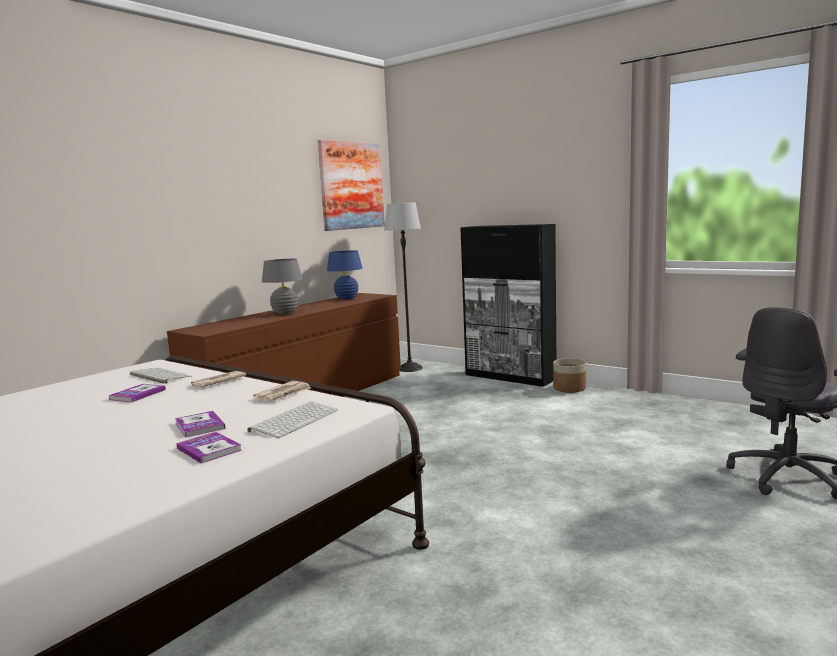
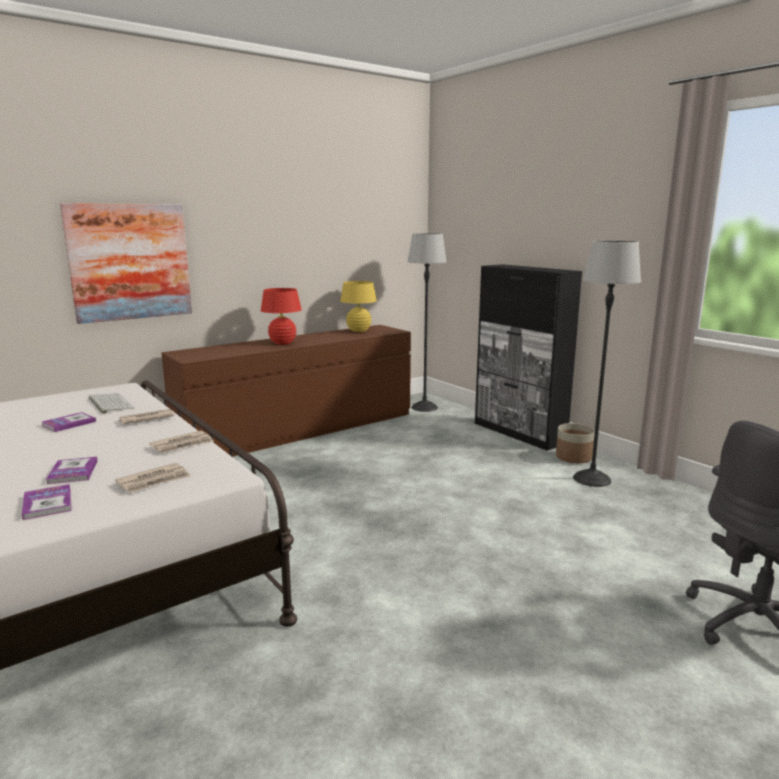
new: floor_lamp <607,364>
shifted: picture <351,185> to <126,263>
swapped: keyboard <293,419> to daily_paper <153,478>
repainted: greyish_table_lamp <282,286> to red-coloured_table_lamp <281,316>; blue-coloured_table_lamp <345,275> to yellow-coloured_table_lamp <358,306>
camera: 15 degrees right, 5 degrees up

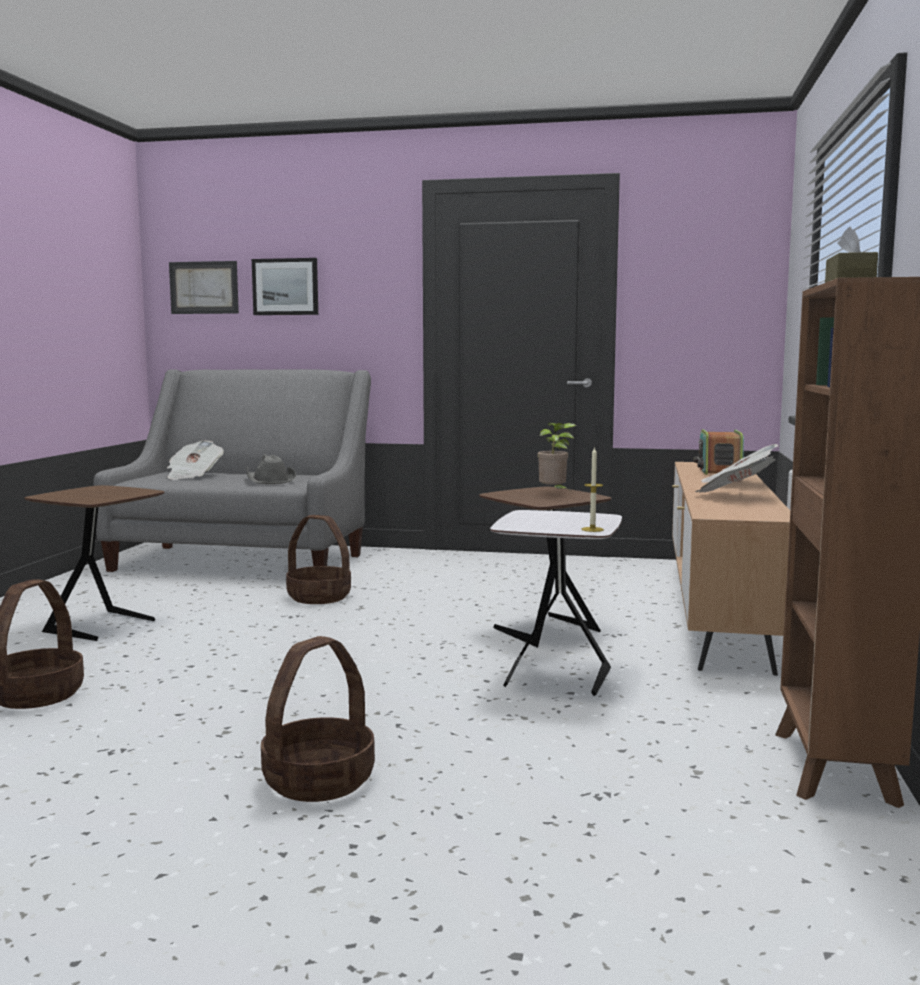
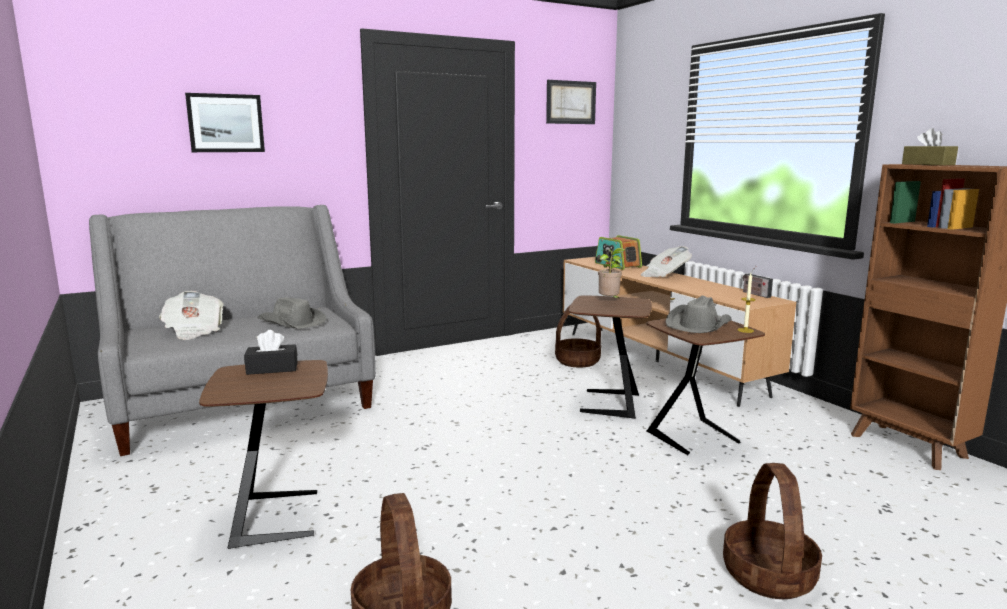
gone: daily_paper <735,474>
new: black_box_of_tissues <271,352>; greyish_clothing_hat <698,314>; radio_receiver <758,282>
shifted: picture <204,287> to <571,102>; storage_basket <318,559> to <578,336>
repainted: white-coloured_side_table <556,603> to brown_side_table <705,386>
camera: 40 degrees left, 5 degrees up

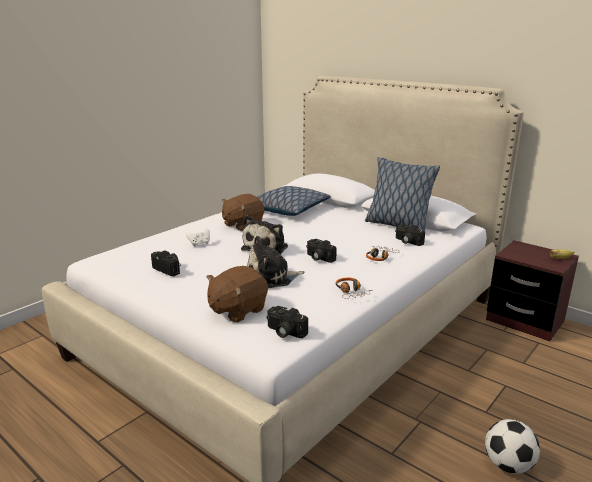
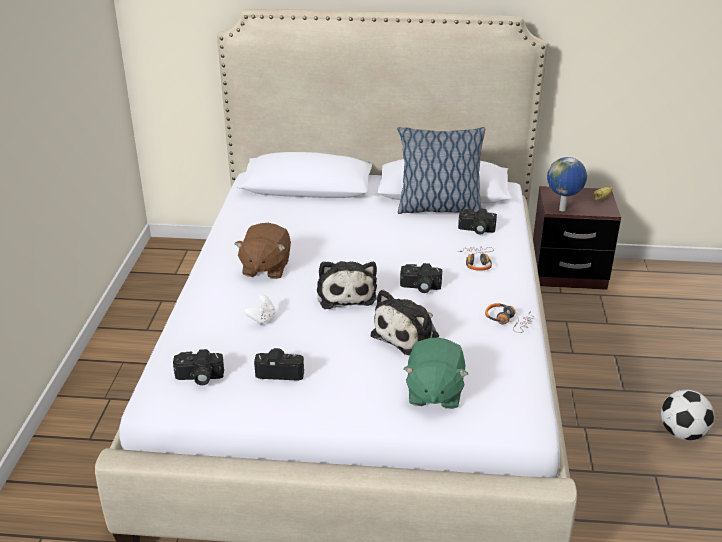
gone: cushion <294,201>
new: desk_globe <567,184>
shifted: still_camera <287,322> to <198,367>
repainted: brown_cuddly_toy <237,294> to greenish_cuddly_toy <435,373>
camera: 35 degrees left, 10 degrees up

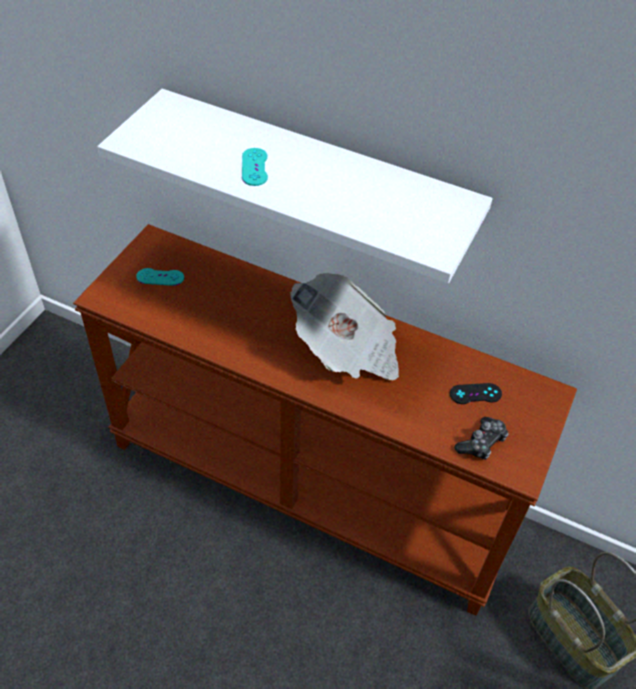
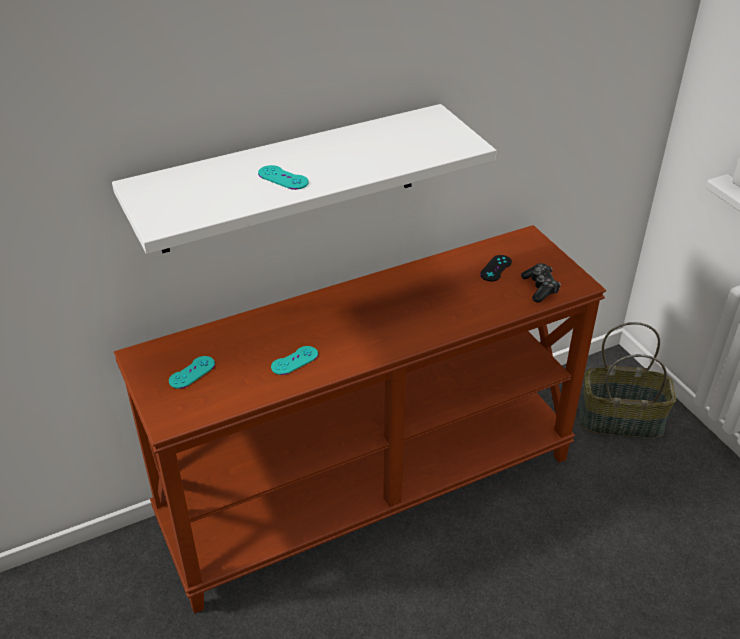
gone: daily_paper <344,326>
new: turquoise-coloured_gamepad <294,360>
camera: 50 degrees left, 10 degrees down

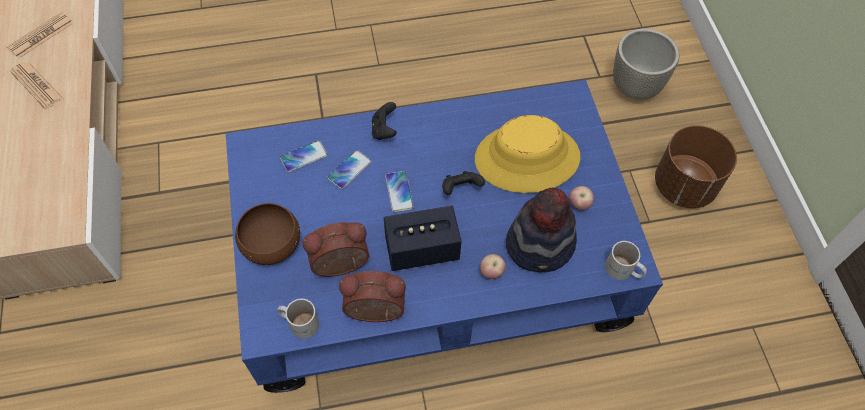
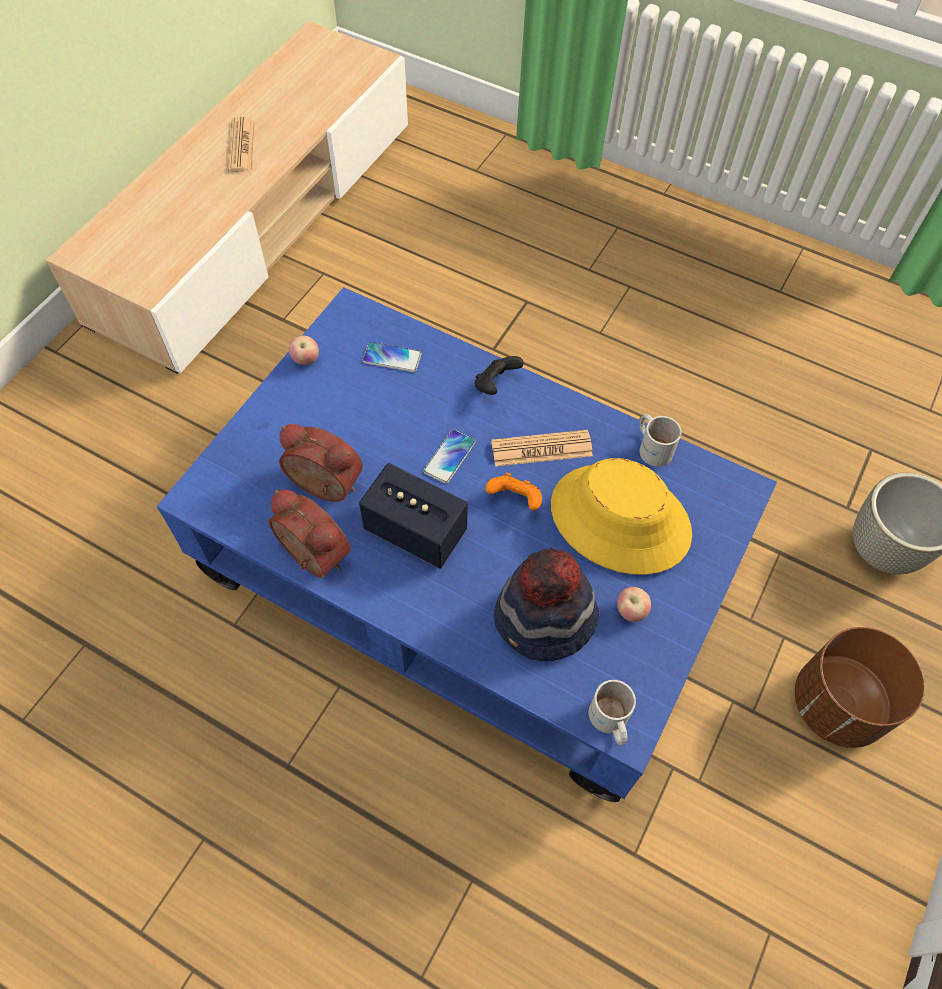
gone: brown_bowl <267,234>; phone <349,169>
shifted: apple_fruit <493,266> to <304,350>; daily_paper <40,35> to <542,448>; white-coloured_mug <298,319> to <660,440>
repainted: black_gamepad <463,183> to orange_gamepad <513,491>
camera: 40 degrees right, 0 degrees up

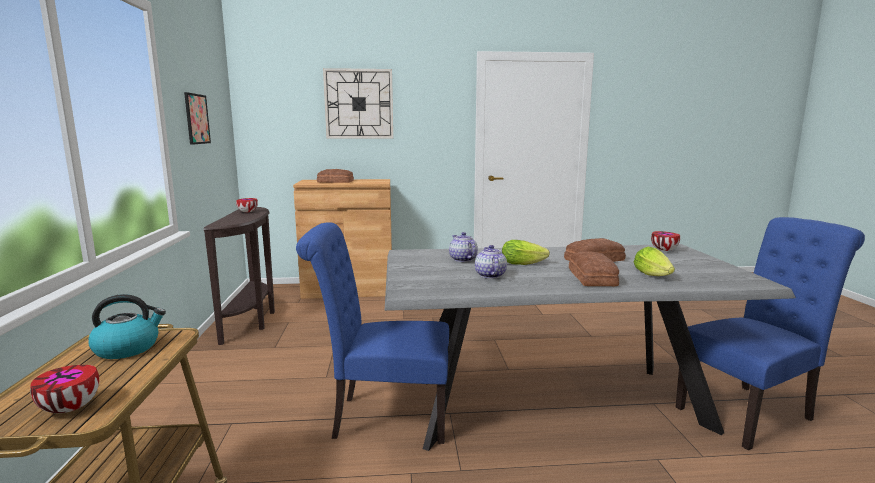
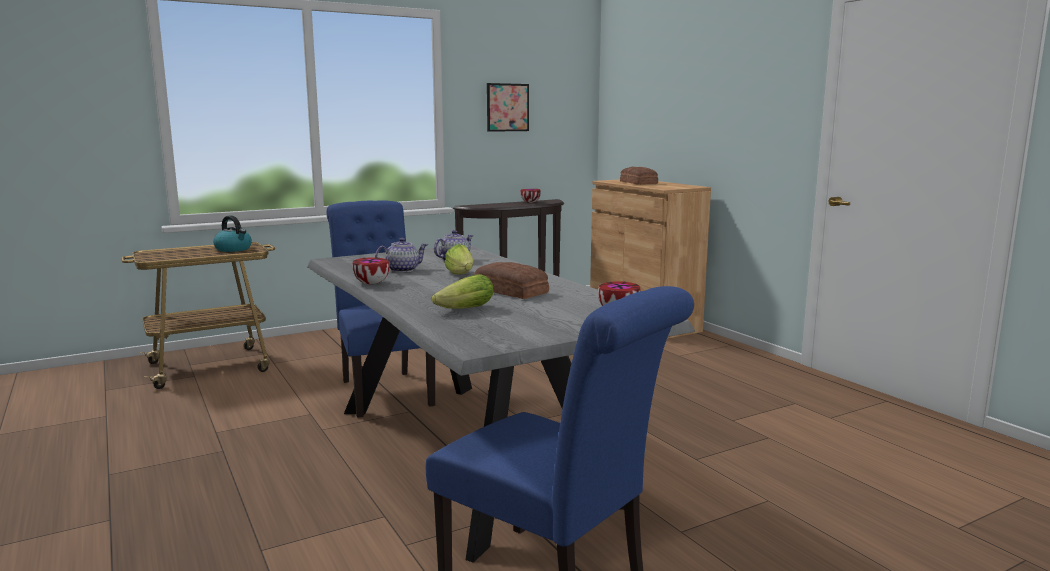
gone: hanging_clock <358,103>; bread <594,269>
shifted: bowl <64,389> to <371,270>
camera: 65 degrees right, 0 degrees up

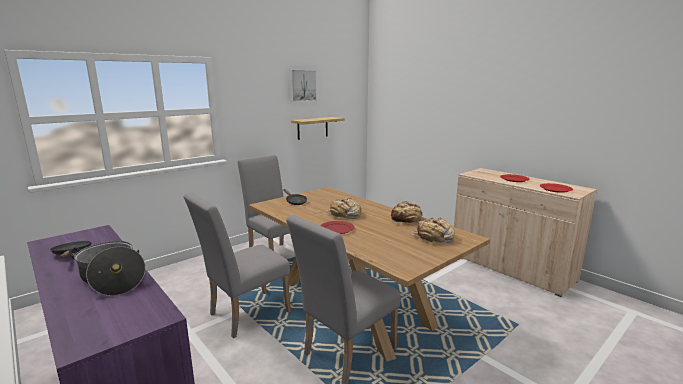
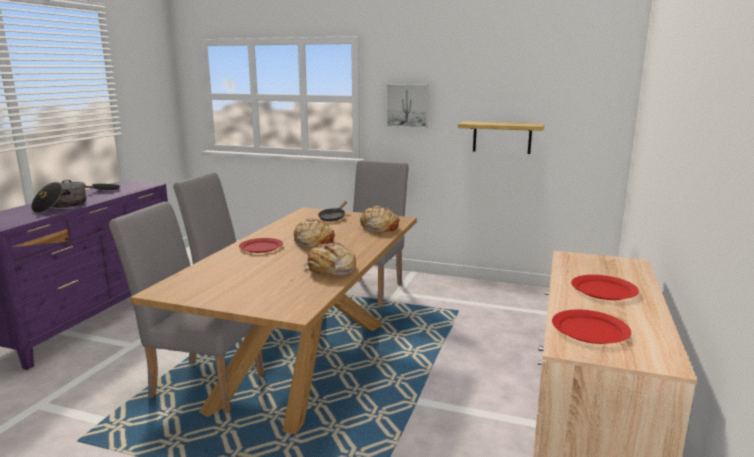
shifted: bread <433,230> to <380,219>; picture <303,86> to <407,106>
camera: 60 degrees right, 0 degrees up

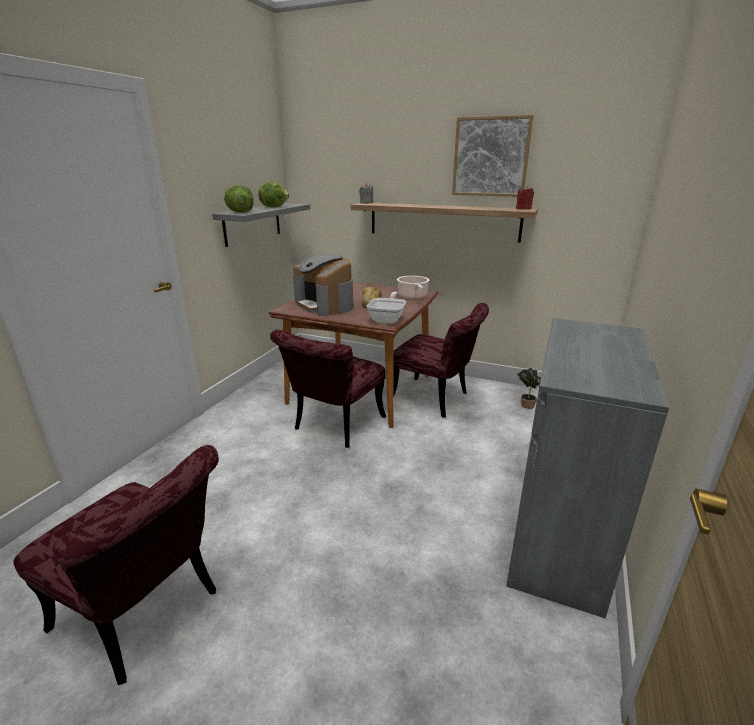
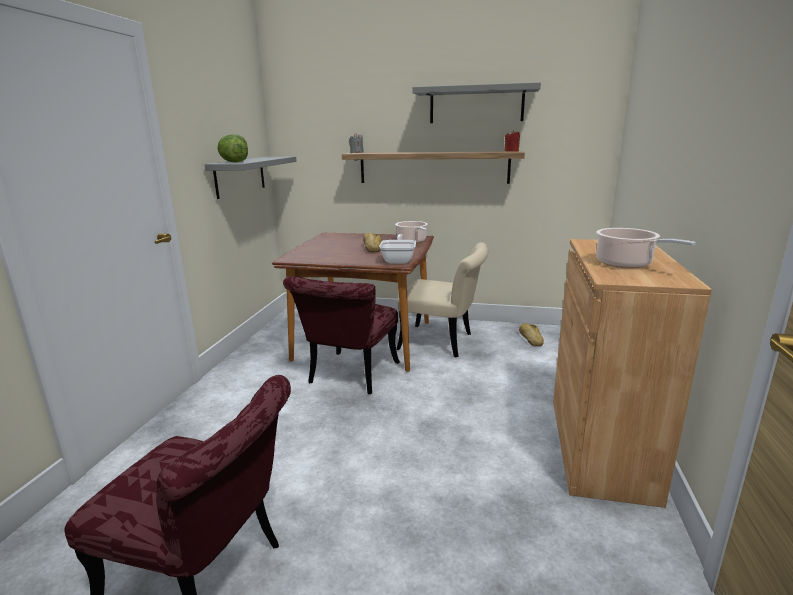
gone: lettuce_head <273,195>; coffee_brewer <323,285>
new: cooking_pot <646,248>
swapped: picture <492,156> to greyish_wall_shelf <477,102>; houseplant <529,388> to bread <531,334>
repainted: red-coloured_chair <441,360> to beige_chair <442,299>; greyish_storage_cabinet <587,468> to brown_storage_cabinet <632,373>
camera: 10 degrees left, 5 degrees down

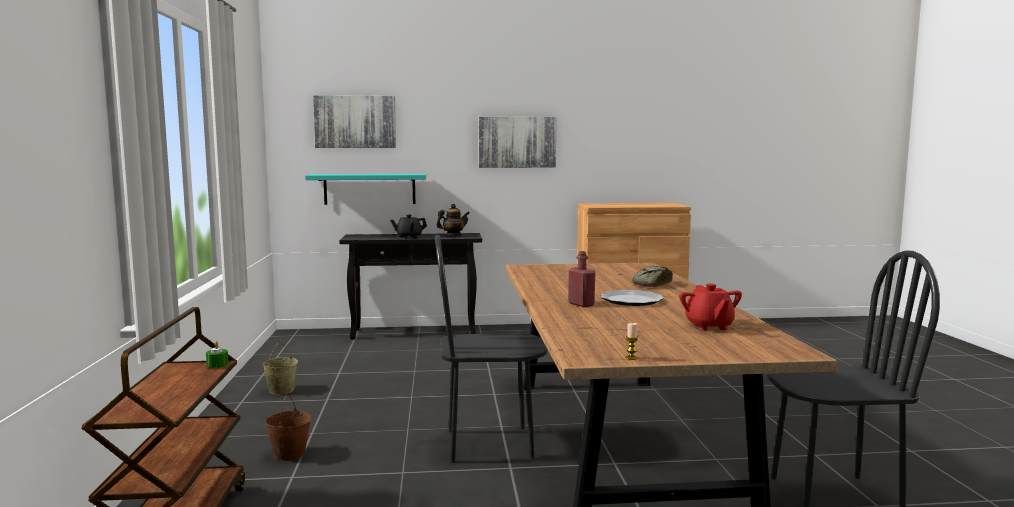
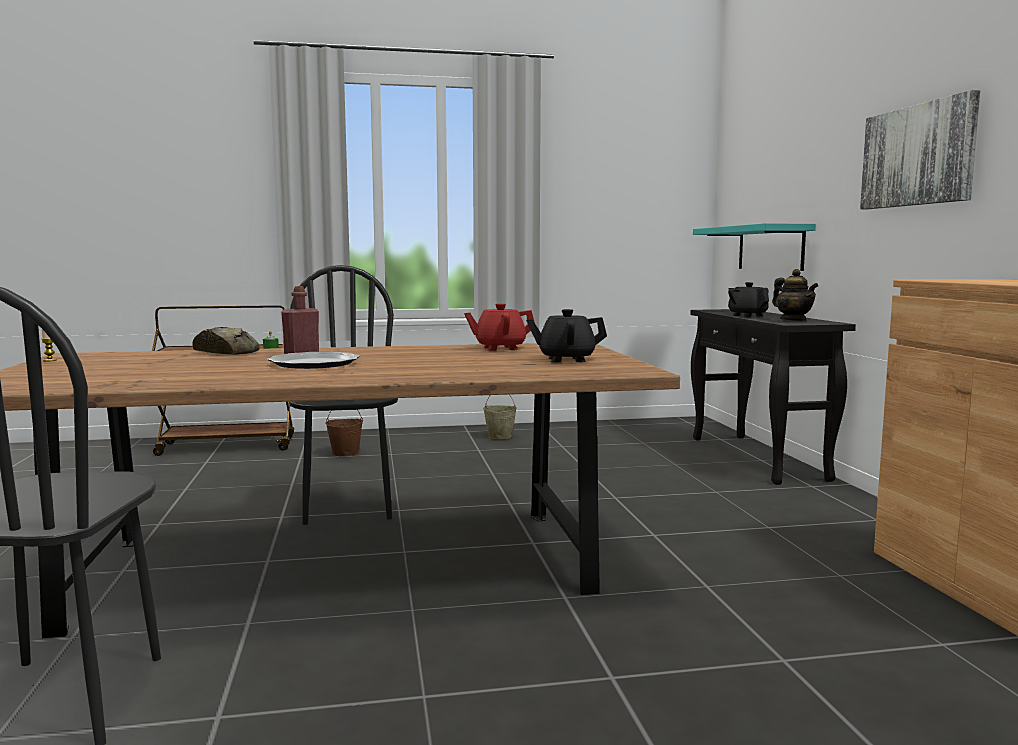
gone: picture <354,121>
new: black_teapot <566,336>
shifted: bread <653,276> to <226,341>; red-coloured_teapot <710,307> to <499,327>
camera: 85 degrees right, 0 degrees up

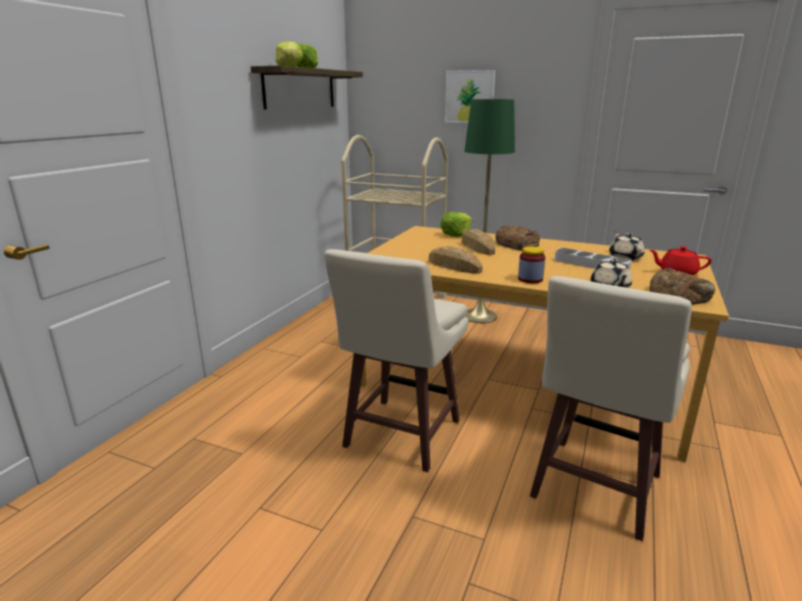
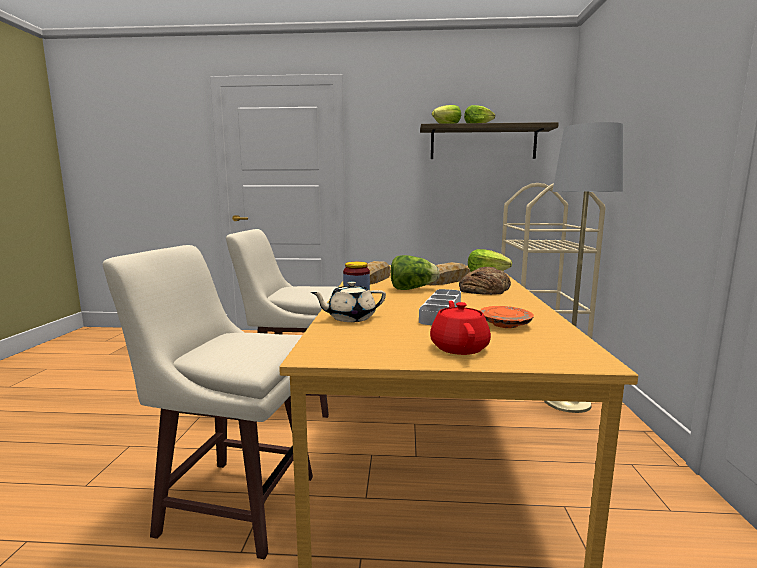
gone: picture <470,96>; bread <682,286>
new: lettuce_head <415,272>
swapped: beige_teapot <627,246> to orange_dinner_plate <506,317>
repainted: greenish_floor_lamp <489,210> to greyish_floor_lamp <583,267>
camera: 70 degrees right, 10 degrees down

